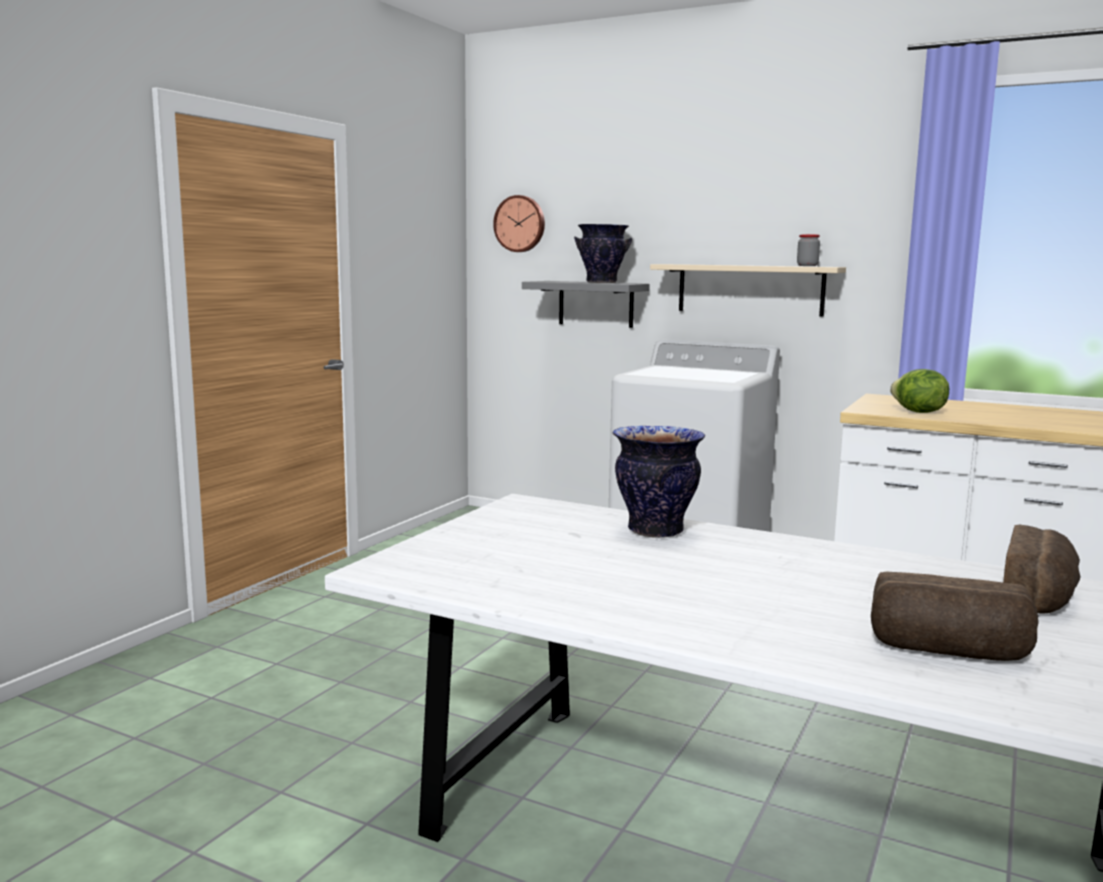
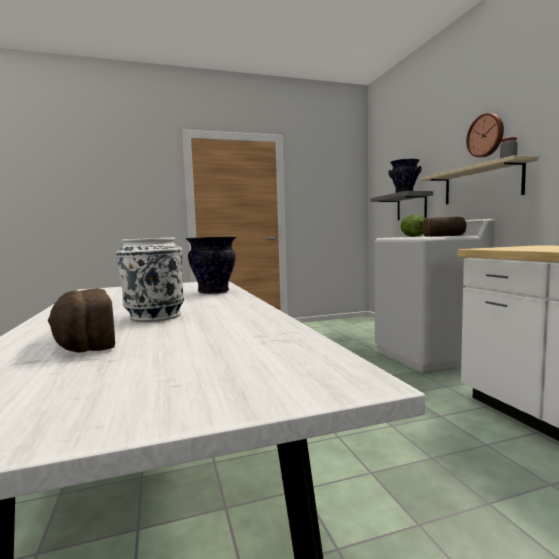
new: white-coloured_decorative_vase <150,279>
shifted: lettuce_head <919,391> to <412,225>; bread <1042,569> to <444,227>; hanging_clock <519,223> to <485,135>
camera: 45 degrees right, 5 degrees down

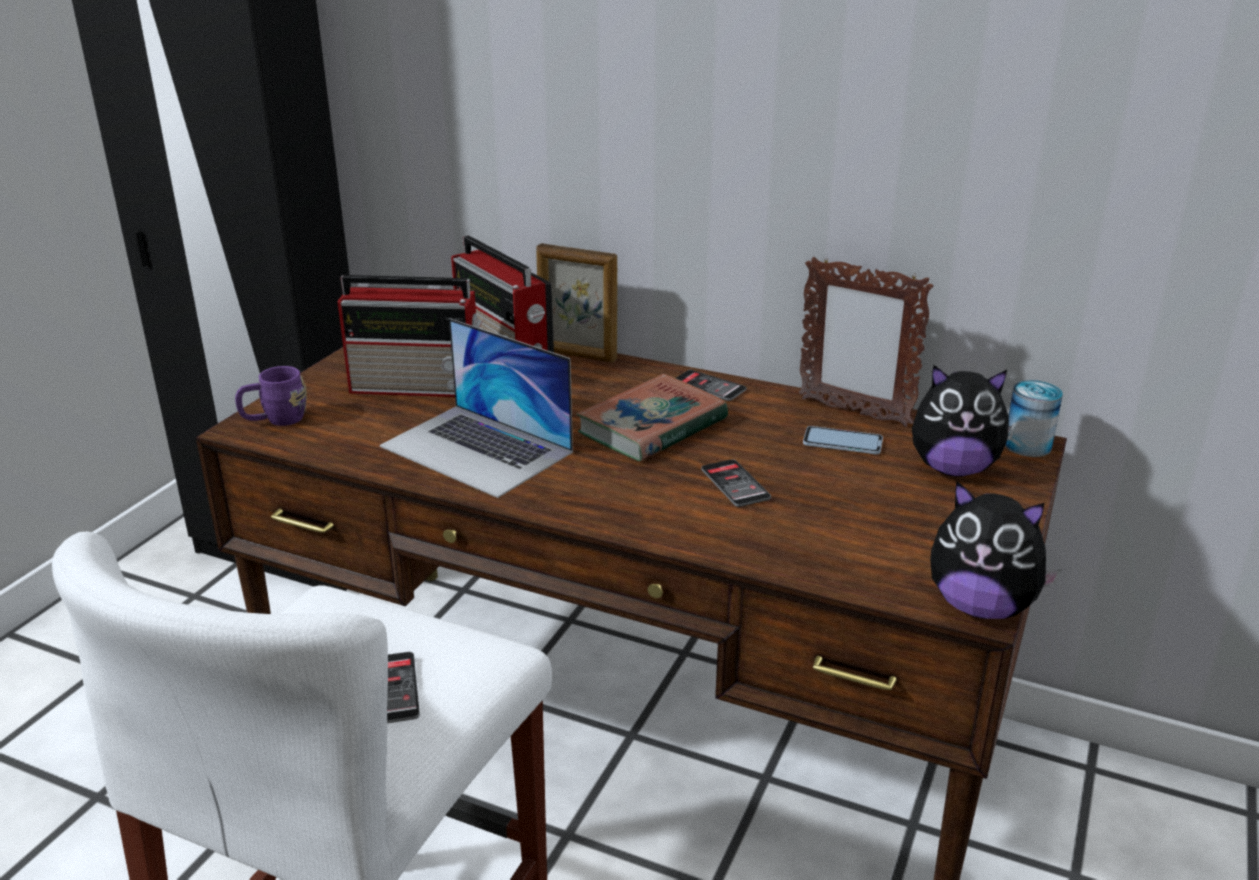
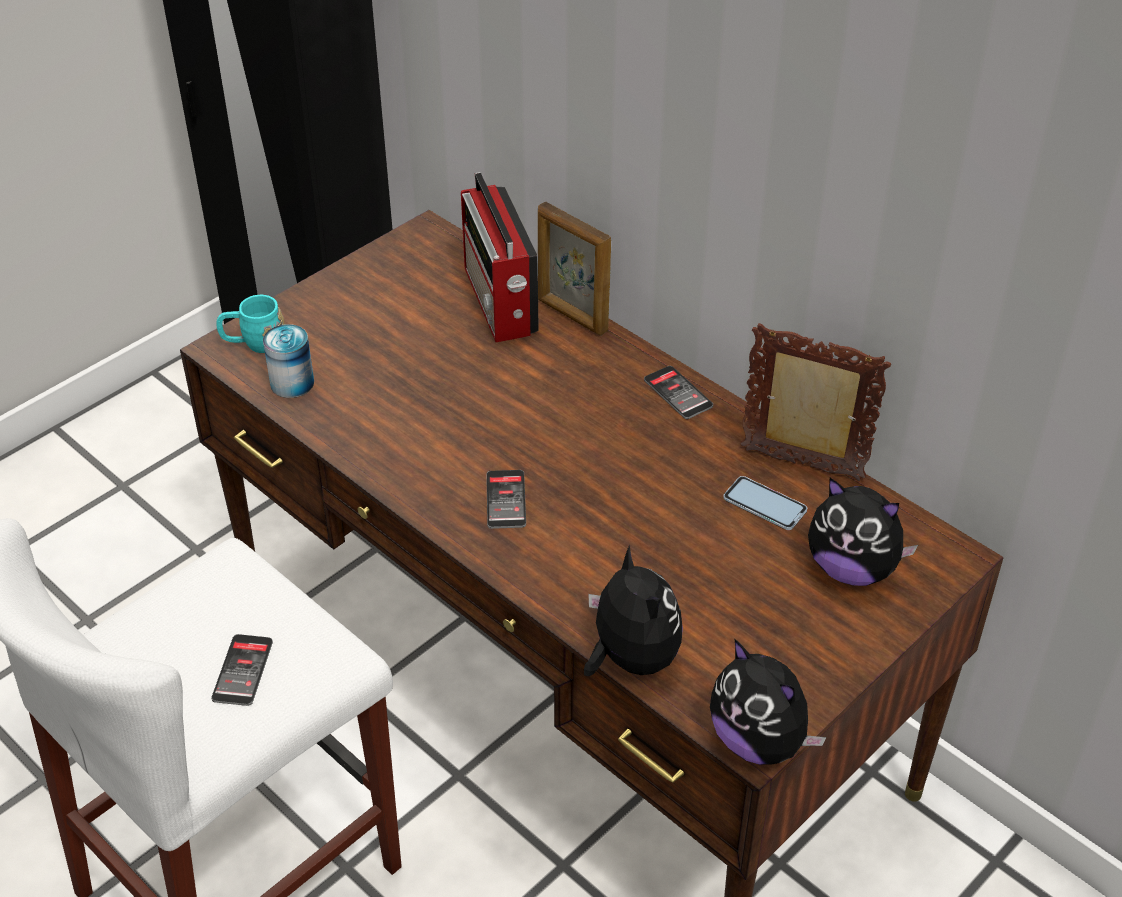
gone: radio_receiver <410,336>; portable_computer <476,408>; volume <652,417>
new: cuddly_toy <633,610>
shifted: metal_can <1034,418> to <288,361>; phone <736,483> to <506,499>
repainted: purple_mug <271,396> to turquoise-coloured_mug <250,324>
rotated: photo_frame <865,342> = <815,402> 150 degrees clockwise
camera: 20 degrees right, 15 degrees up

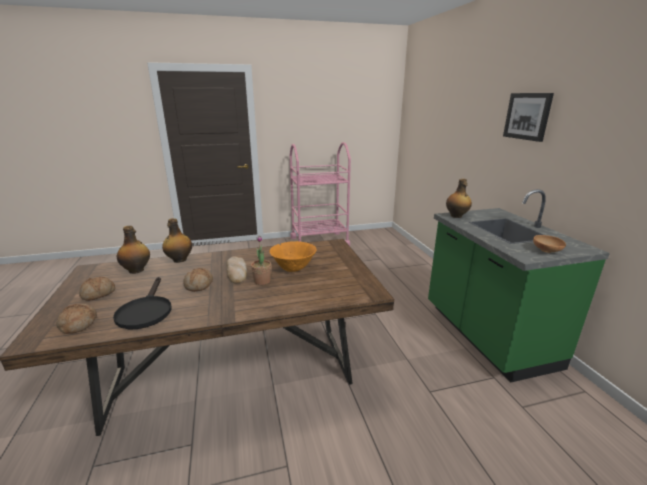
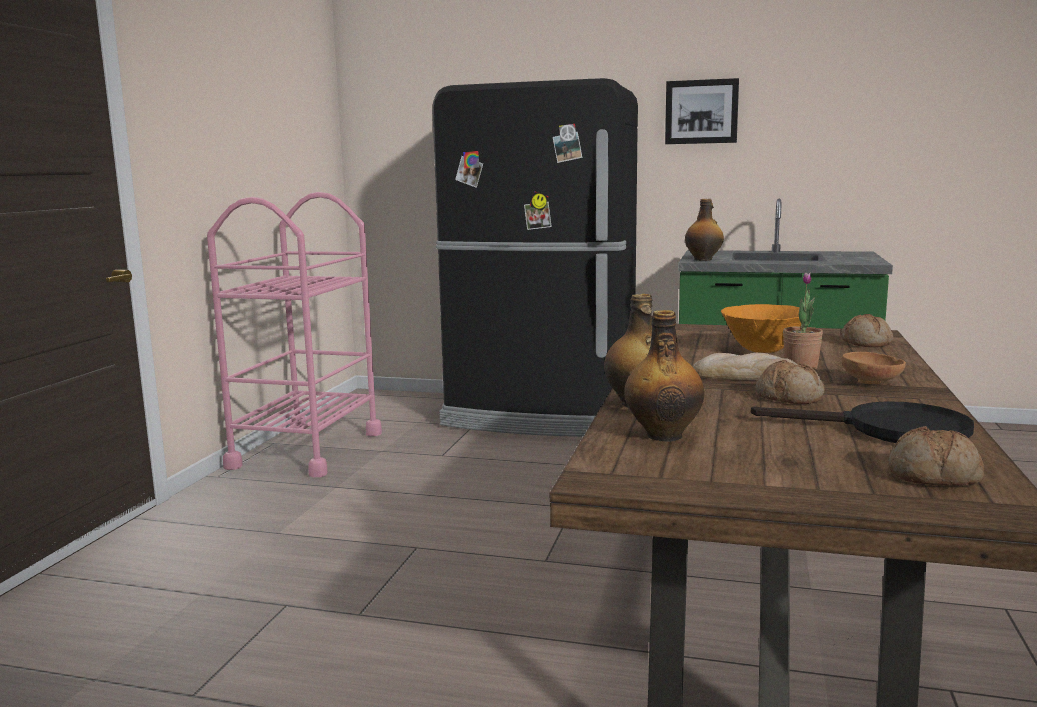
new: black_fridge <535,257>
shifted: bread <97,288> to <867,330>; brown_bowl <549,244> to <873,368>
camera: 60 degrees left, 10 degrees down

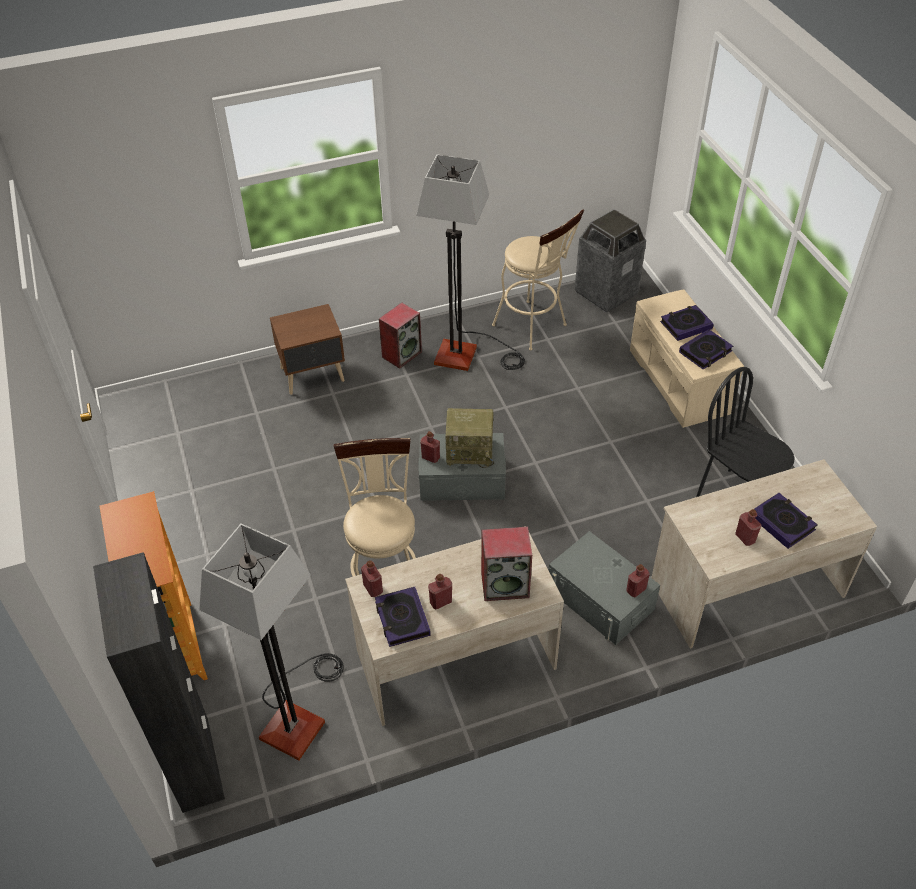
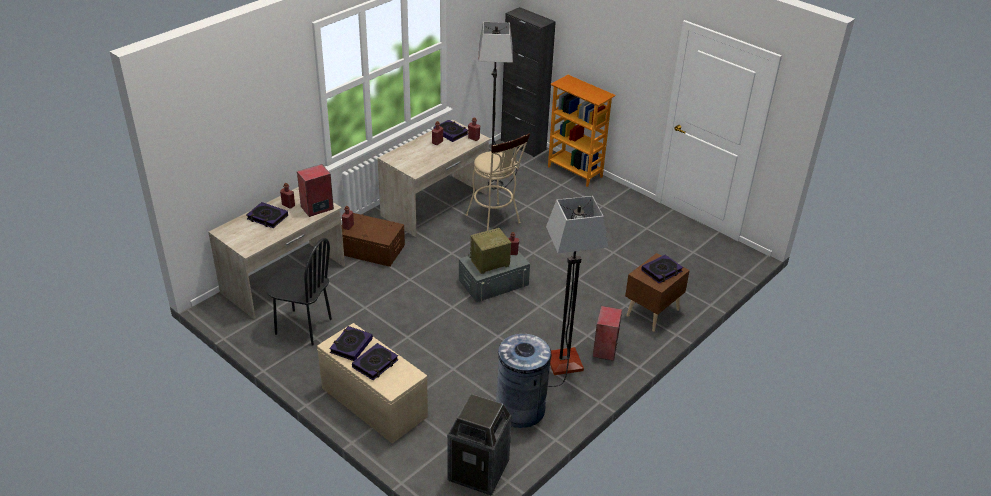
new: volume <662,269>
shifted: speaker <506,563> to <315,190>
swapped: beige_stool <538,280> to greyish_waste_bin <523,381>
repainted: greyish_storage_bin <604,588> to brown_storage_bin <373,240>
camera: 150 degrees right, 10 degrees down

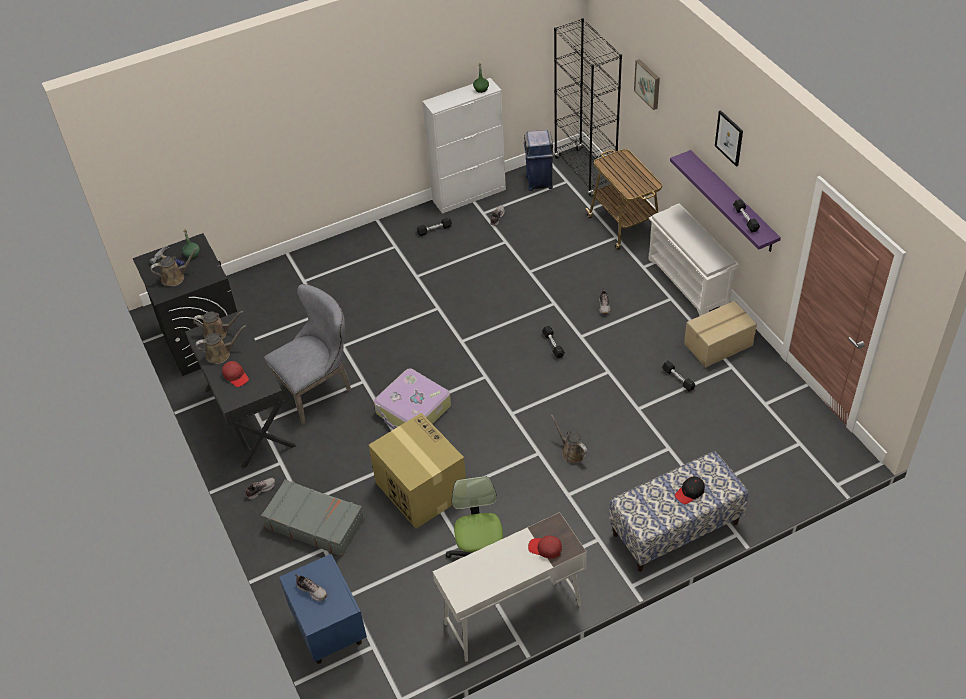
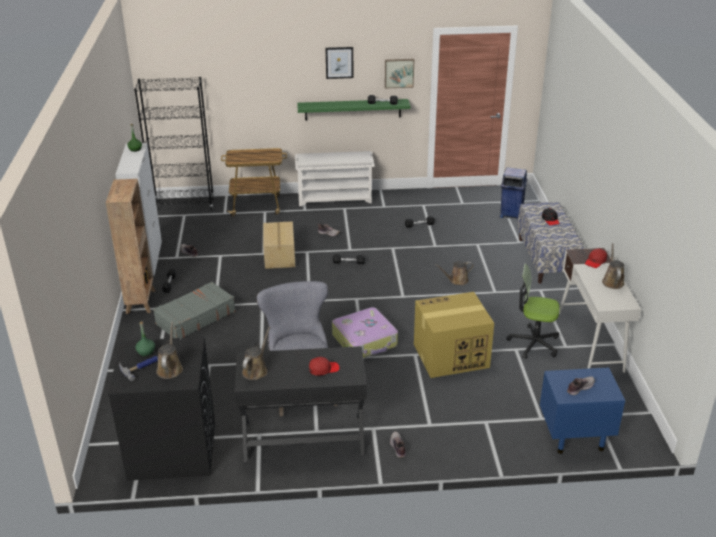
new: brown_bookcase <130,246>
shifted: greyish_piece_of_luggage <312,518> to <194,310>; packing_box <720,334> to <279,245>; picture <647,84> to <399,74>; blue-coloured_waste_bin <539,160> to <514,193>; brown_watering_can <220,344> to <613,266>
repainted: purple_wall_shelf <725,201> to greenish_wall_shelf <353,110>
camera: 70 degrees left, 15 degrees down

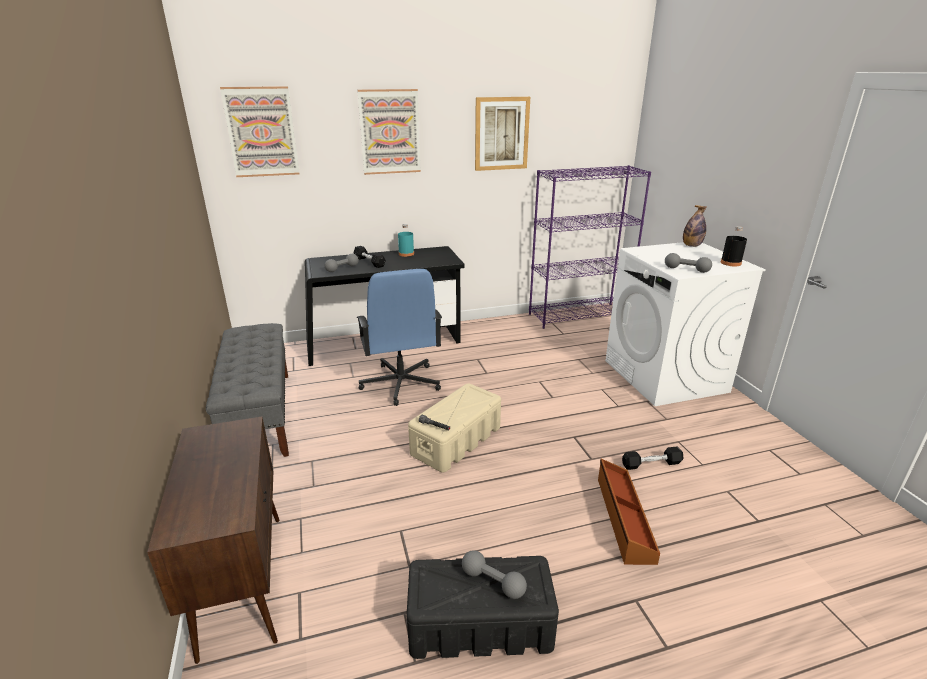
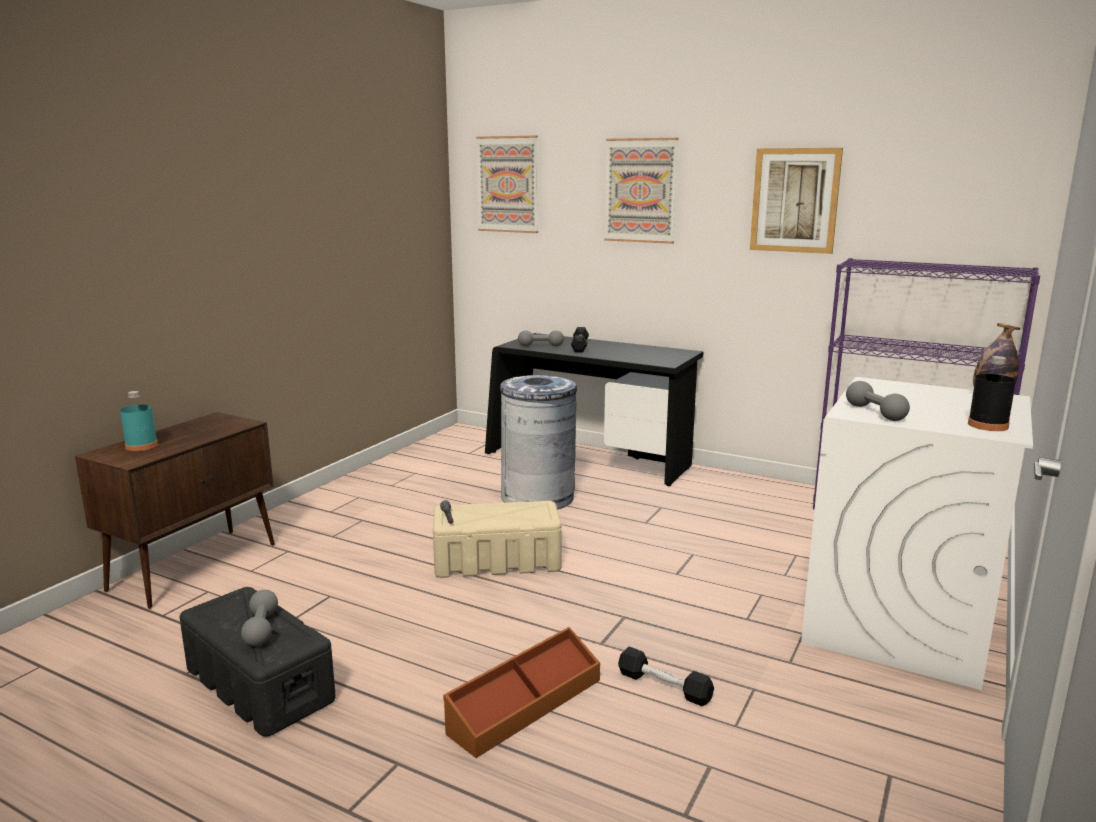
gone: greyish_long_seat <247,390>
shifted: turquoise-coloured_beverage_bottle <406,240> to <139,421>
swapped: blue-coloured_computer_chair <399,337> to greyish_waste_bin <538,442>
camera: 45 degrees right, 10 degrees down

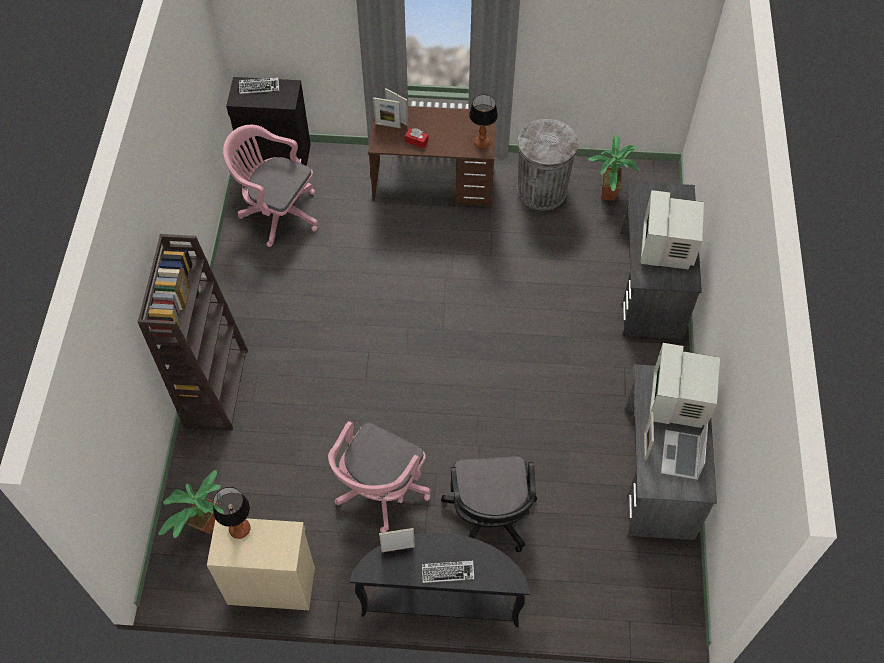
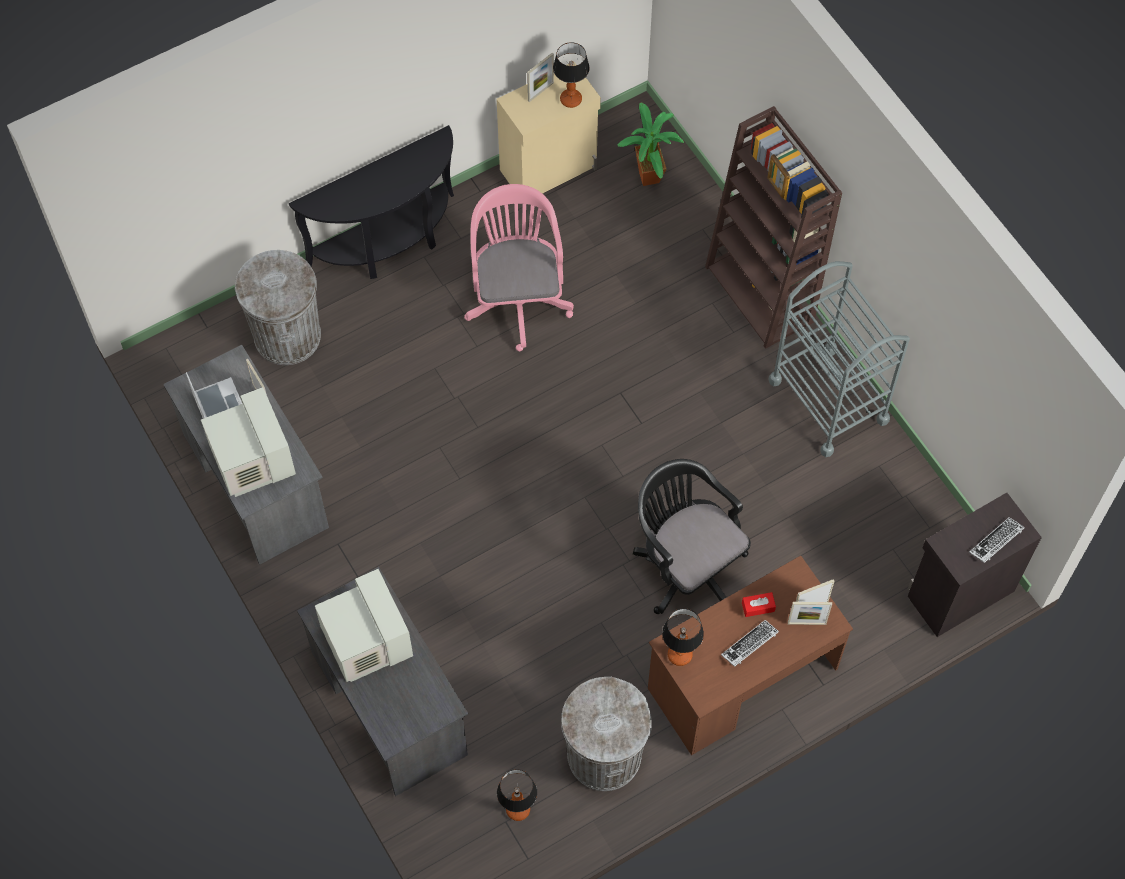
gone: pink-coloured_computer_chair <270,186>
new: greyish_waste_bin <278,307>; greyish_cart <839,359>
shifted: photo_frame <397,540> to <540,77>; black_computer_chair <489,504> to <692,536>; keyboard <448,571> to <750,643>
swapped: houseplant <614,168> to table_lamp <517,795>
camera: 145 degrees right, 5 degrees up

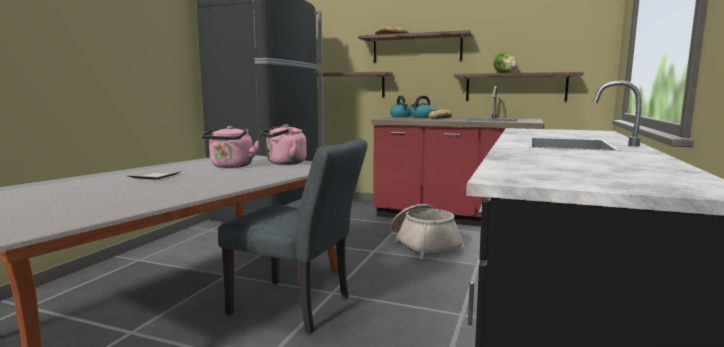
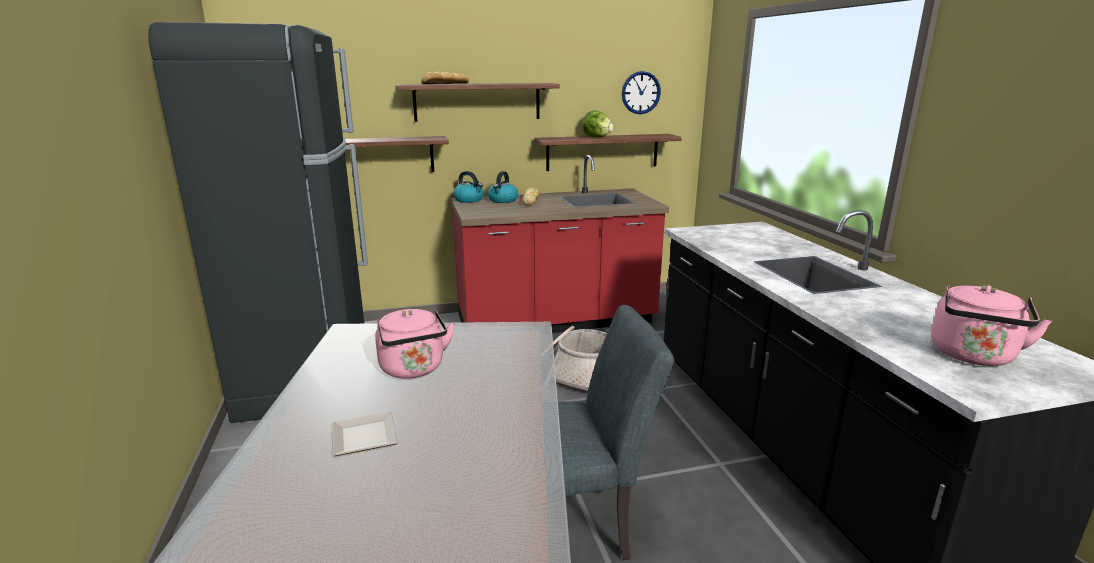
new: hanging_clock <641,92>
shifted: pink-coloured_water_kettle <283,144> to <991,325>
camera: 35 degrees left, 10 degrees up

